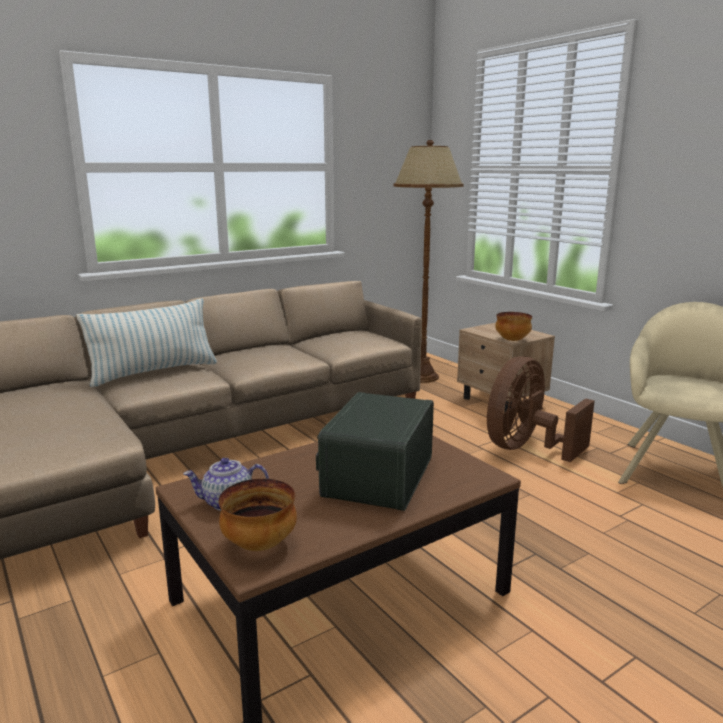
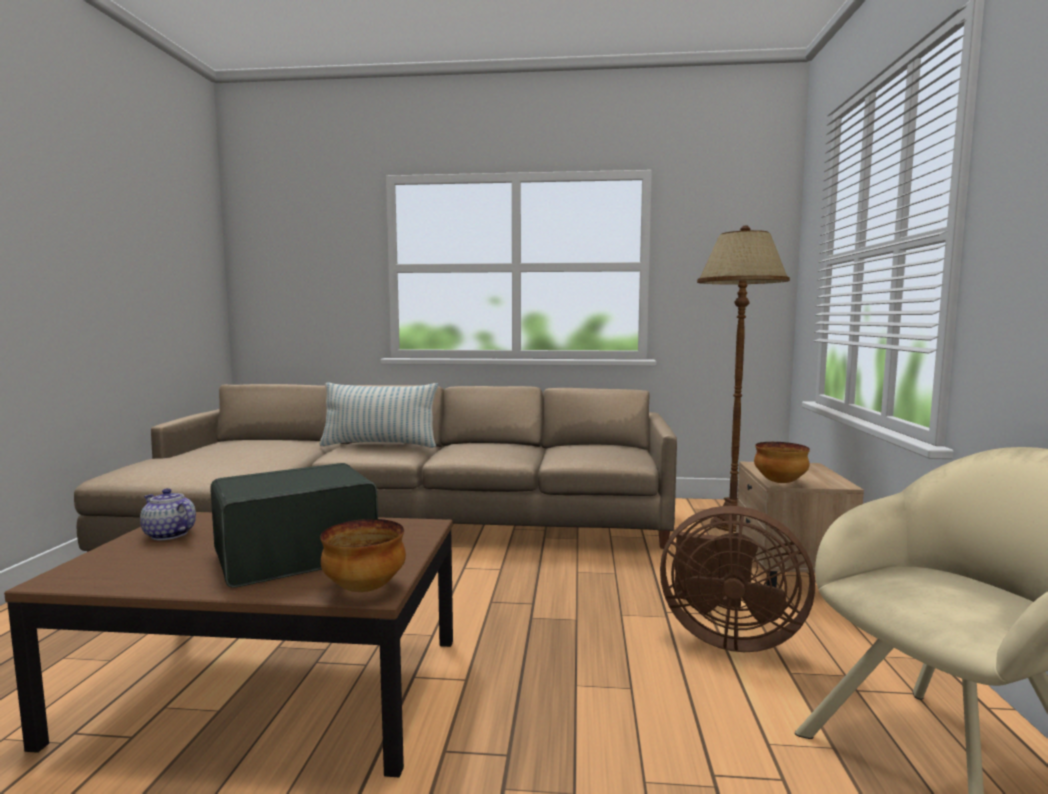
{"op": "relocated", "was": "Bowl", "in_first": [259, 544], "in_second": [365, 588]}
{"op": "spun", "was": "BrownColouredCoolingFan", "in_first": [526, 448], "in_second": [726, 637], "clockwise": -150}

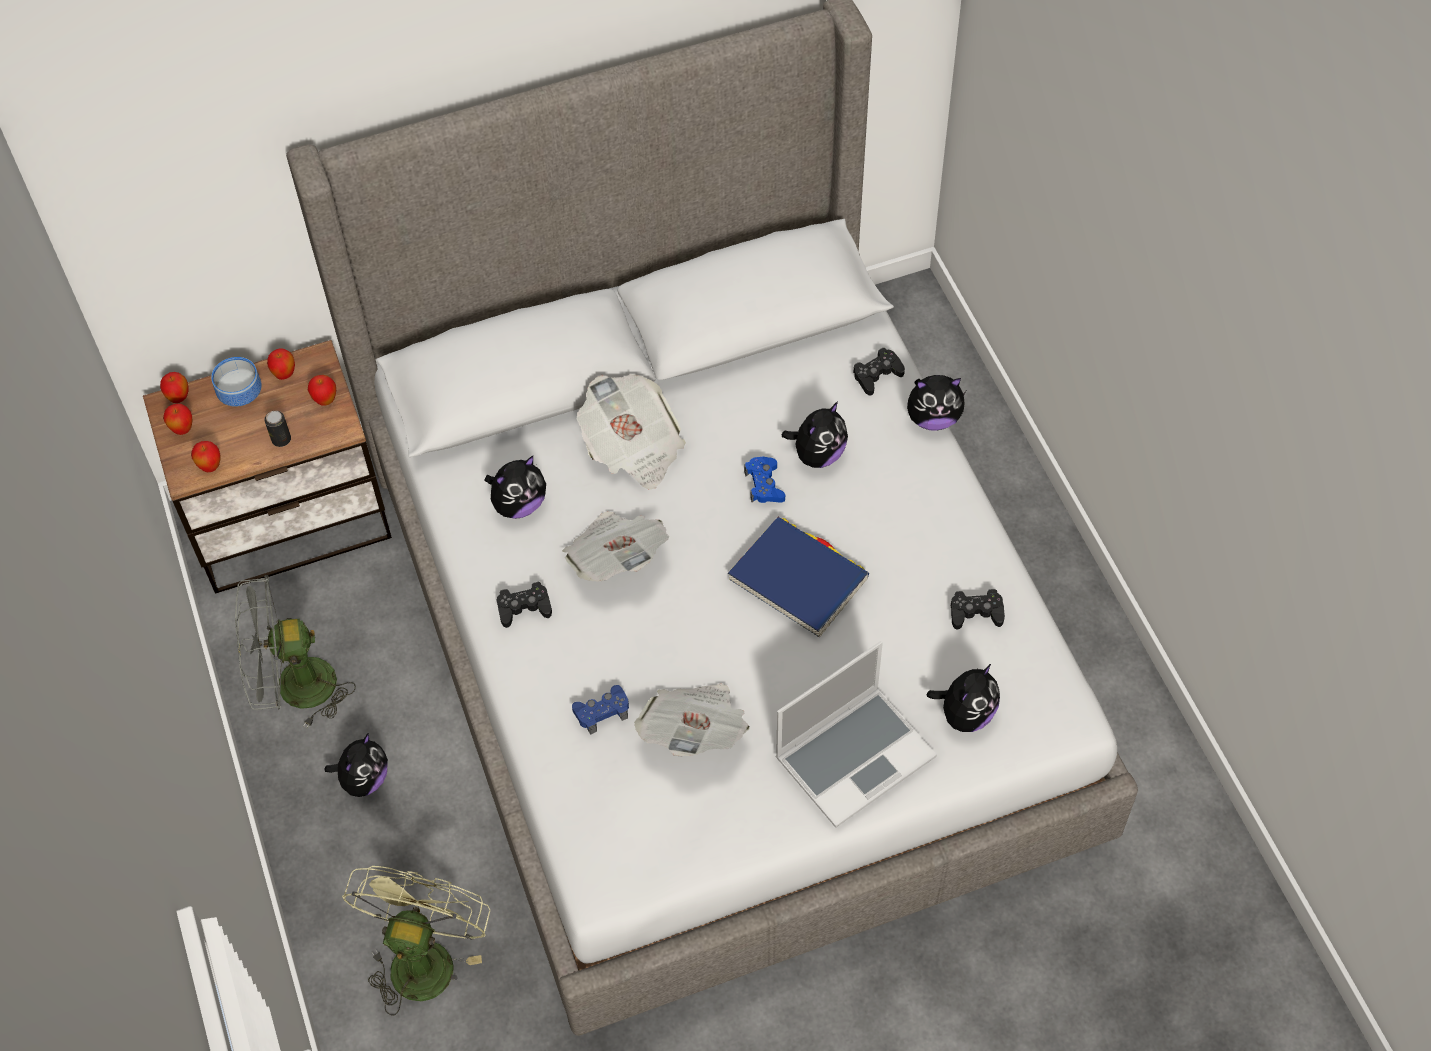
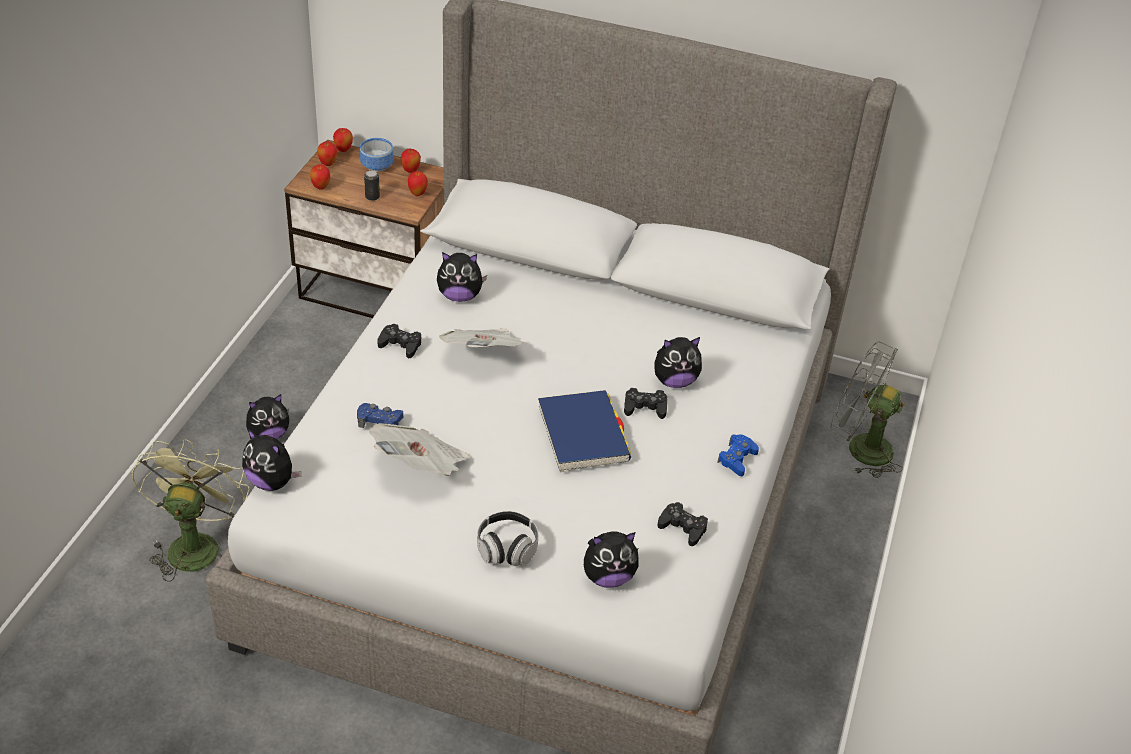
{"op": "spun", "was": "GreenColouredCoolingFan", "in_first": [424, 955], "in_second": [195, 543], "clockwise": -45}
{"op": "relocated", "was": "PlushToy", "in_first": [933, 418], "in_second": [272, 481]}
{"op": "exchanged", "was": "NotebookComputer", "now": "Headphones", "in_first": [855, 755], "in_second": [507, 548]}
{"op": "relocated", "was": "BlackGameController", "in_first": [877, 375], "in_second": [645, 407]}
{"op": "relocated", "was": "BlueColouredGameController", "in_first": [764, 485], "in_second": [737, 459]}
{"op": "relocated", "was": "GreyCoolingFan", "in_first": [293, 689], "in_second": [859, 448]}
{"op": "missing", "was": "DailyPaper", "in_first": [633, 448]}

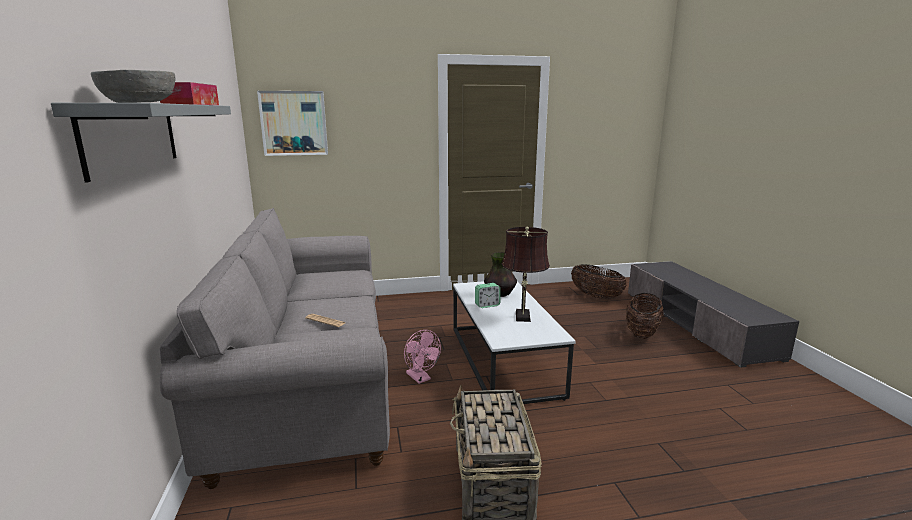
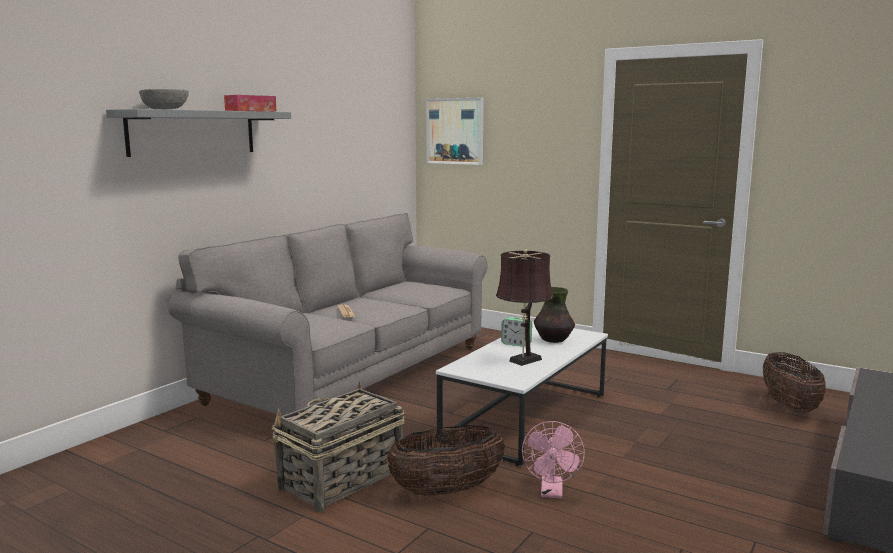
{"op": "relocated", "was": "HouseholdBasket", "in_first": [641, 333], "in_second": [446, 490]}
{"op": "relocated", "was": "PinkishCoolingFan", "in_first": [421, 378], "in_second": [552, 493]}

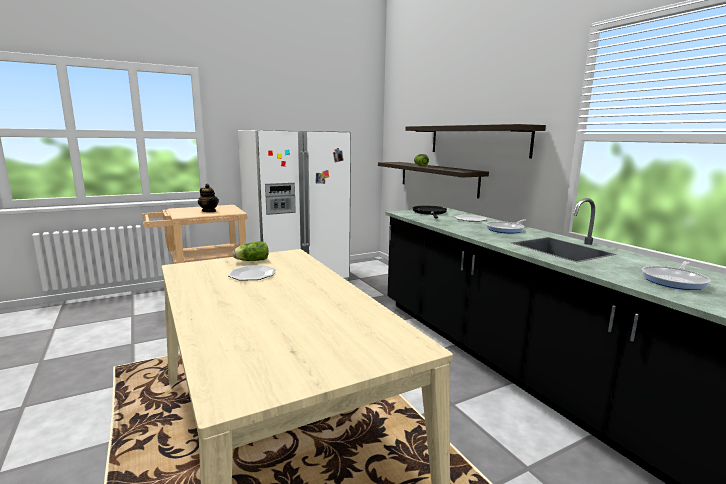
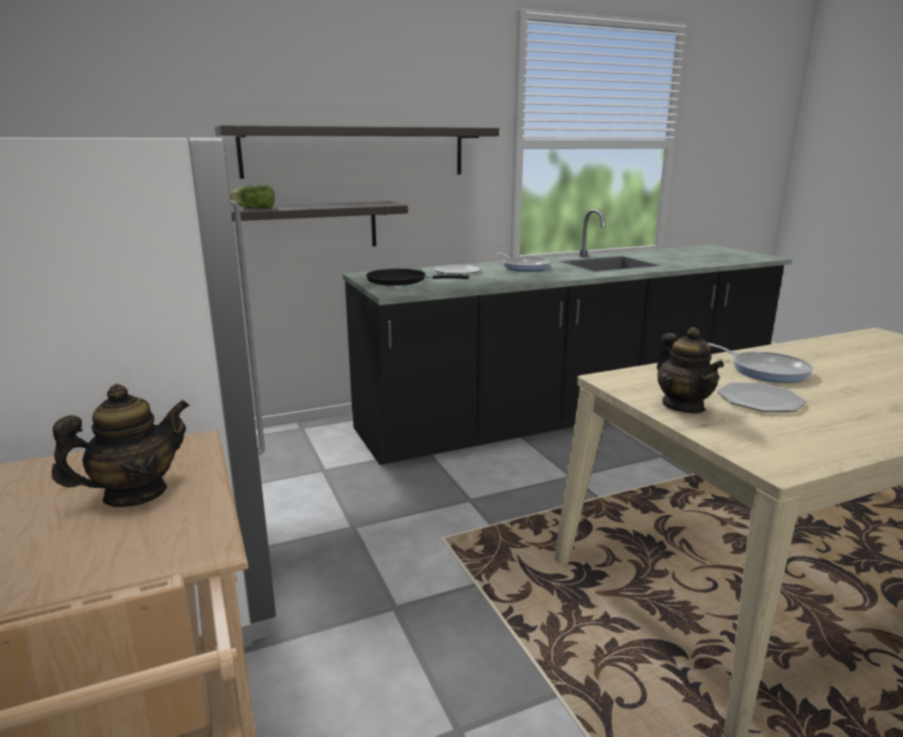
{"op": "exchanged", "was": "Lettuce", "now": "PotForTea", "in_first": [251, 261], "in_second": [683, 406]}
{"op": "relocated", "was": "Pan", "in_first": [675, 280], "in_second": [765, 370]}

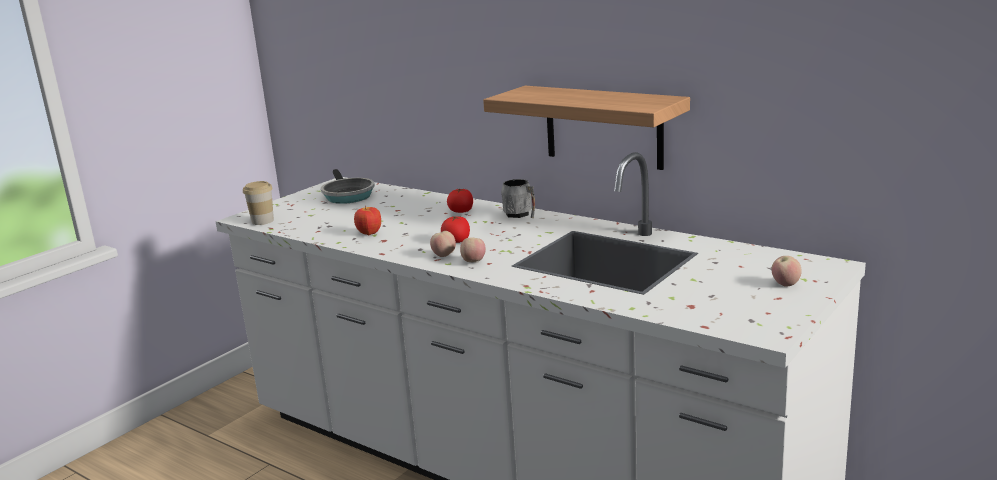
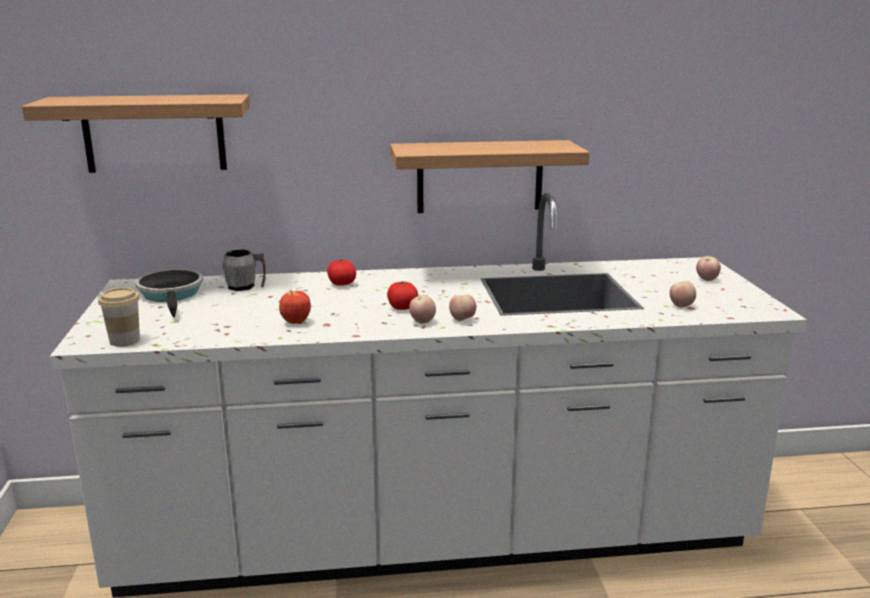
{"op": "appeared", "now": "WallShelf", "in_second": [154, 133]}
{"op": "spun", "was": "Pan", "in_first": [347, 195], "in_second": [172, 295], "clockwise": -135}
{"op": "relocated", "was": "GreyTeaMug", "in_first": [520, 215], "in_second": [246, 287]}
{"op": "appeared", "now": "AppleFruit", "in_second": [681, 306]}

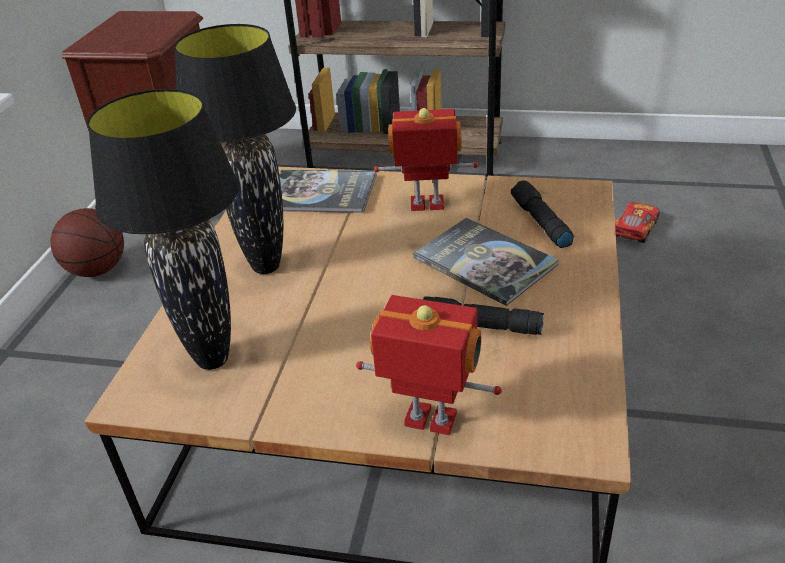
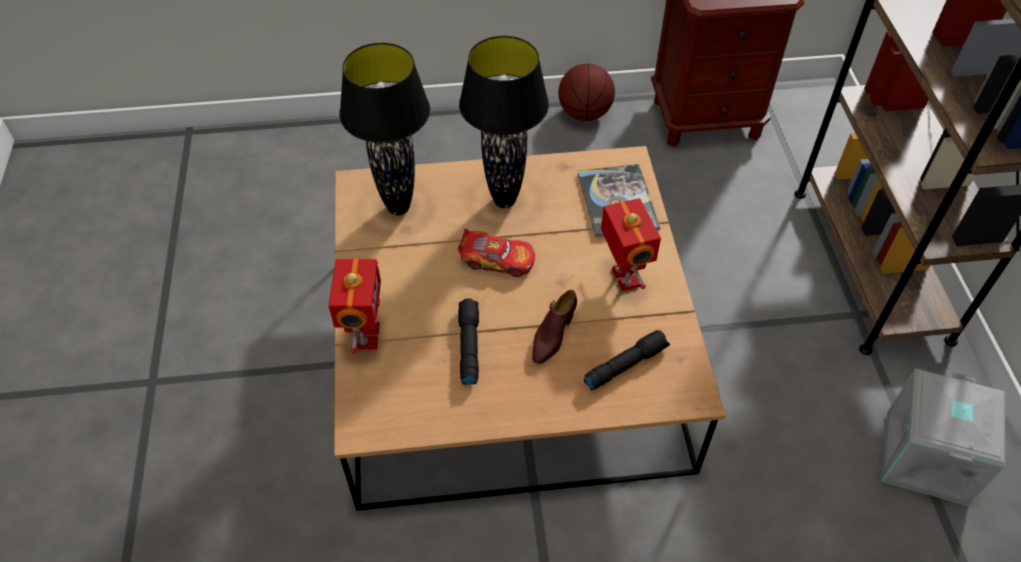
{"op": "relocated", "was": "MiniatureCar", "in_first": [635, 229], "in_second": [497, 260]}
{"op": "exchanged", "was": "Book", "now": "BrownColouredShoe", "in_first": [484, 261], "in_second": [552, 334]}
{"op": "appeared", "now": "GreyStorageBox", "in_second": [924, 455]}

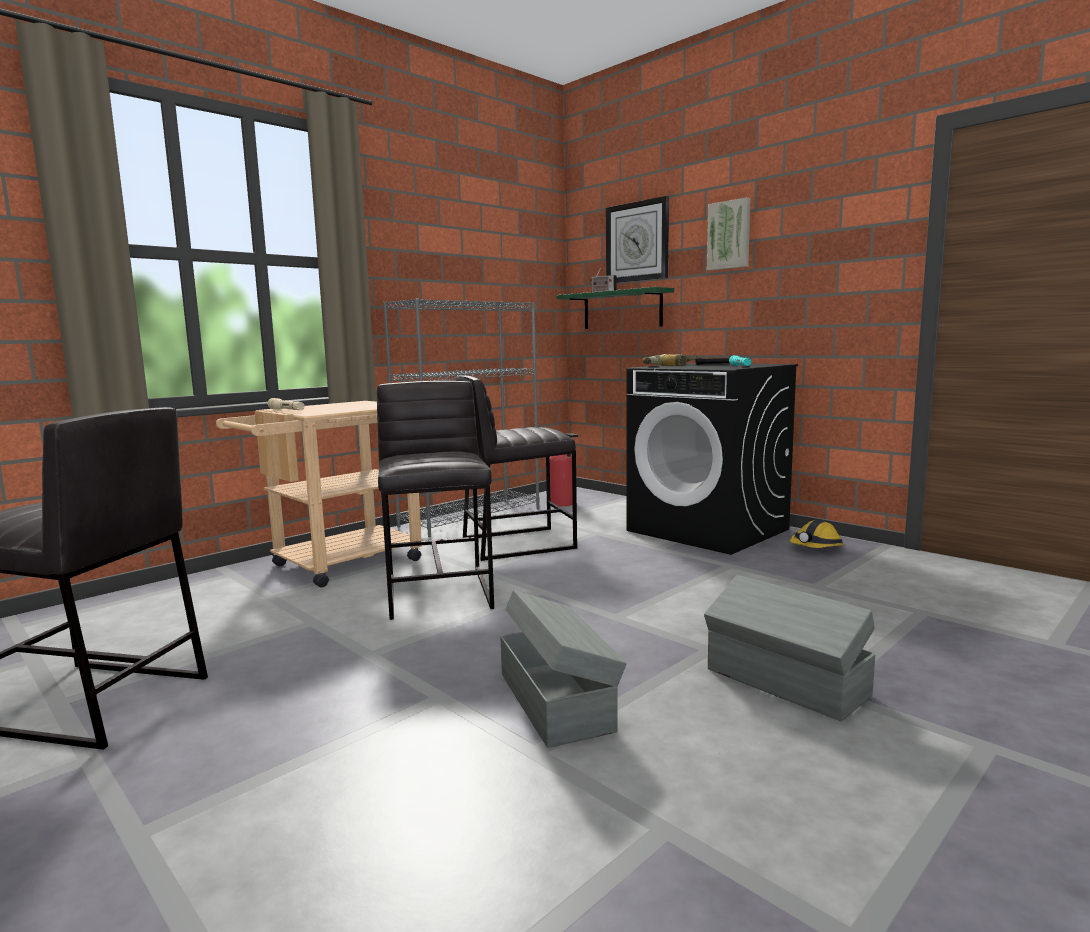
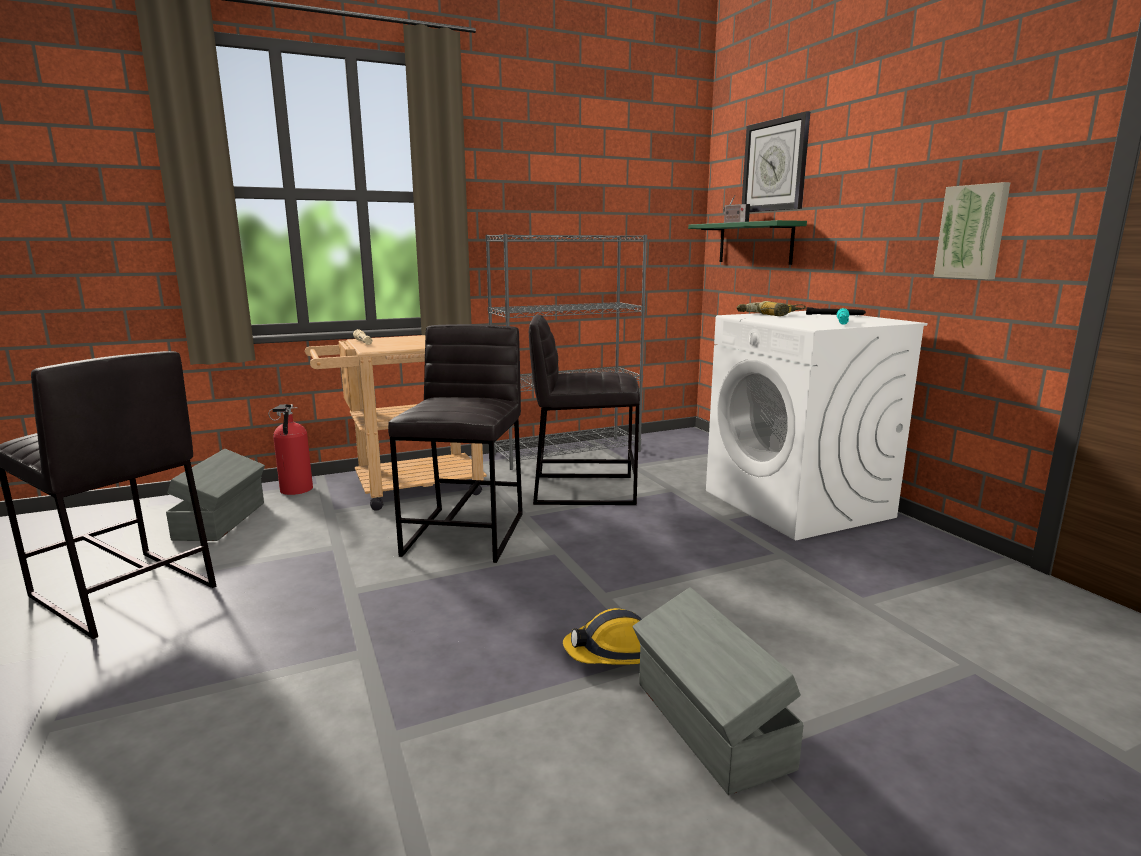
{"op": "relocated", "was": "GreyStorageBox", "in_first": [556, 700], "in_second": [223, 520]}
{"op": "relocated", "was": "FireExtinguisher", "in_first": [563, 504], "in_second": [295, 490]}
{"op": "relocated", "was": "HardHat", "in_first": [816, 548], "in_second": [611, 654]}
{"op": "colour", "was": "BlackLaundryMachine", "now": "WhiteLaundryMachine", "in_first": [708, 530], "in_second": [798, 504]}
{"op": "relocated", "was": "WallPicture", "in_first": [729, 235], "in_second": [972, 232]}

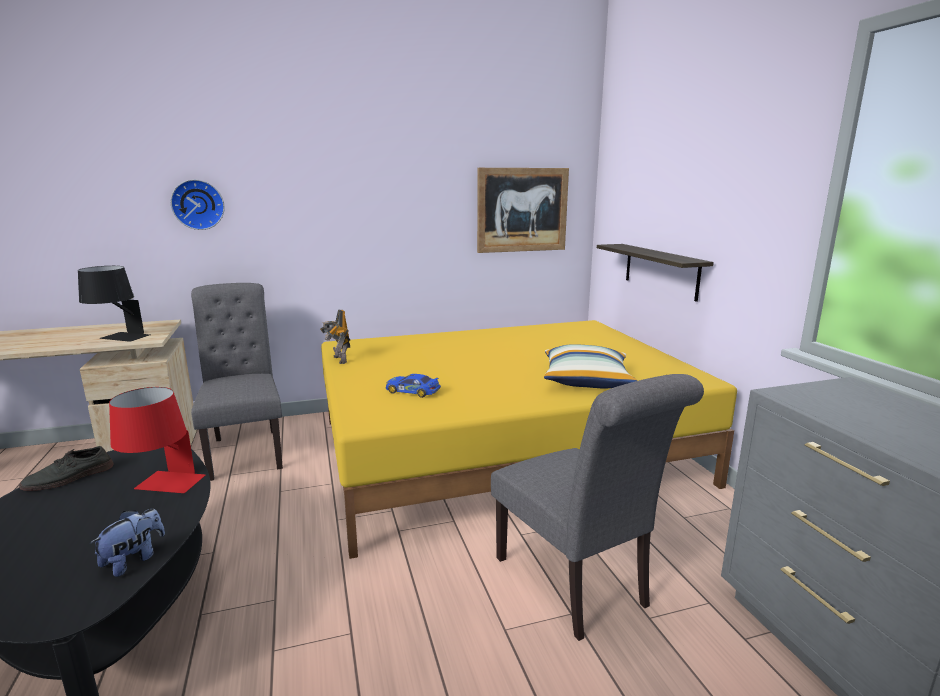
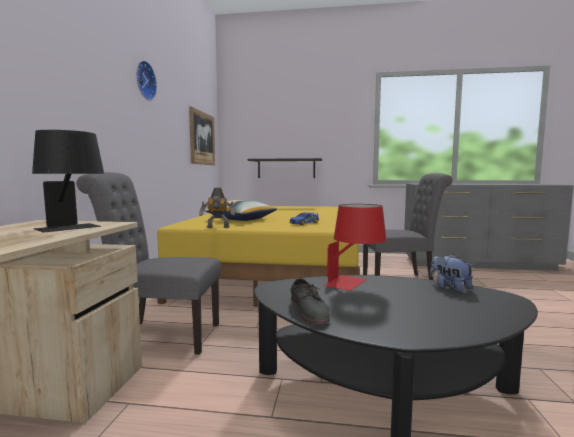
{"op": "relocated", "was": "WallClock", "in_first": [198, 204], "in_second": [143, 81]}
{"op": "relocated", "was": "ThrowPillow", "in_first": [586, 380], "in_second": [241, 219]}

